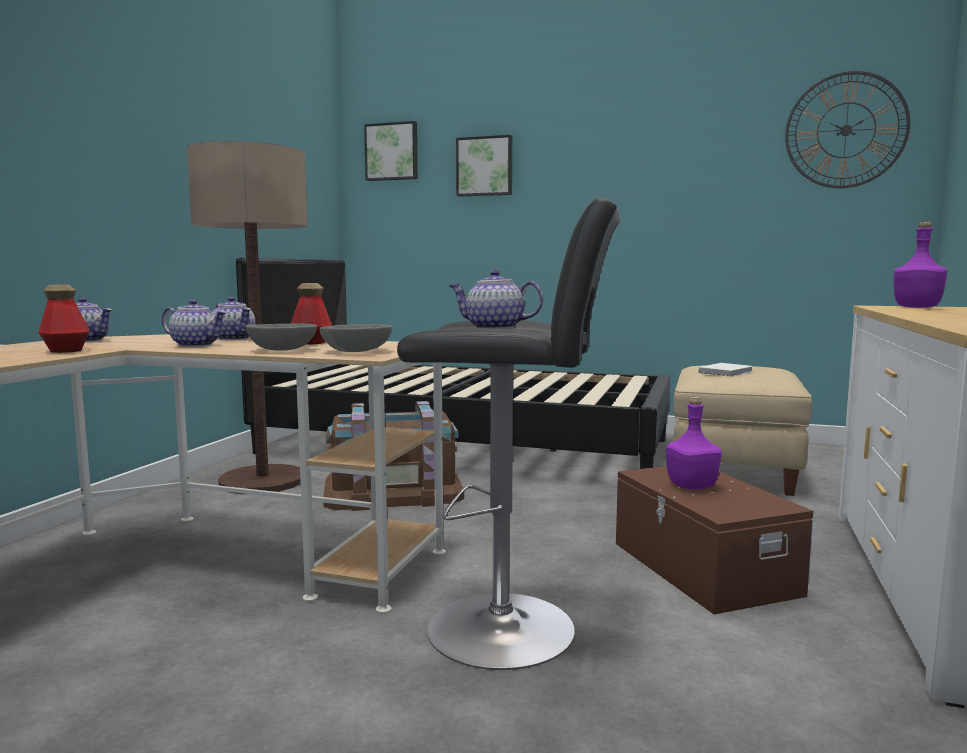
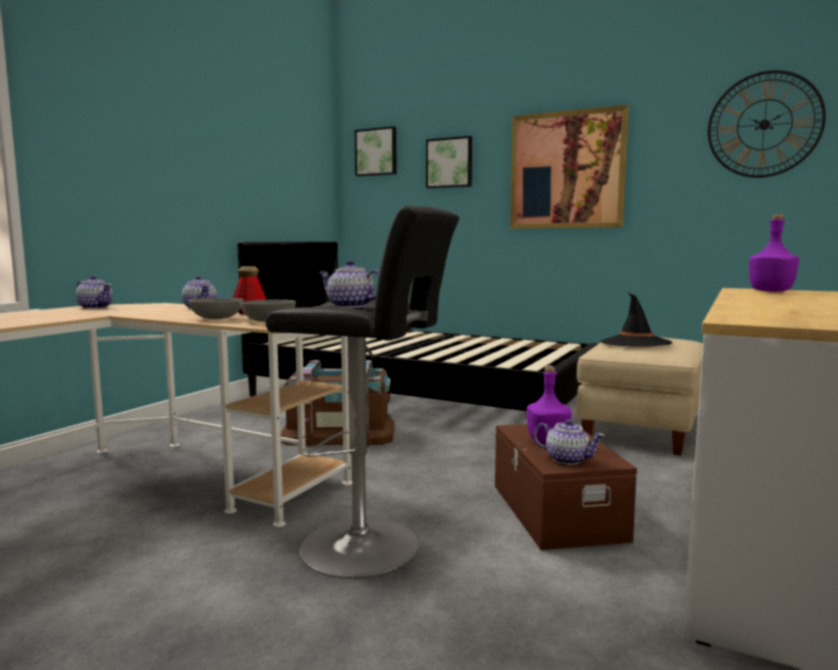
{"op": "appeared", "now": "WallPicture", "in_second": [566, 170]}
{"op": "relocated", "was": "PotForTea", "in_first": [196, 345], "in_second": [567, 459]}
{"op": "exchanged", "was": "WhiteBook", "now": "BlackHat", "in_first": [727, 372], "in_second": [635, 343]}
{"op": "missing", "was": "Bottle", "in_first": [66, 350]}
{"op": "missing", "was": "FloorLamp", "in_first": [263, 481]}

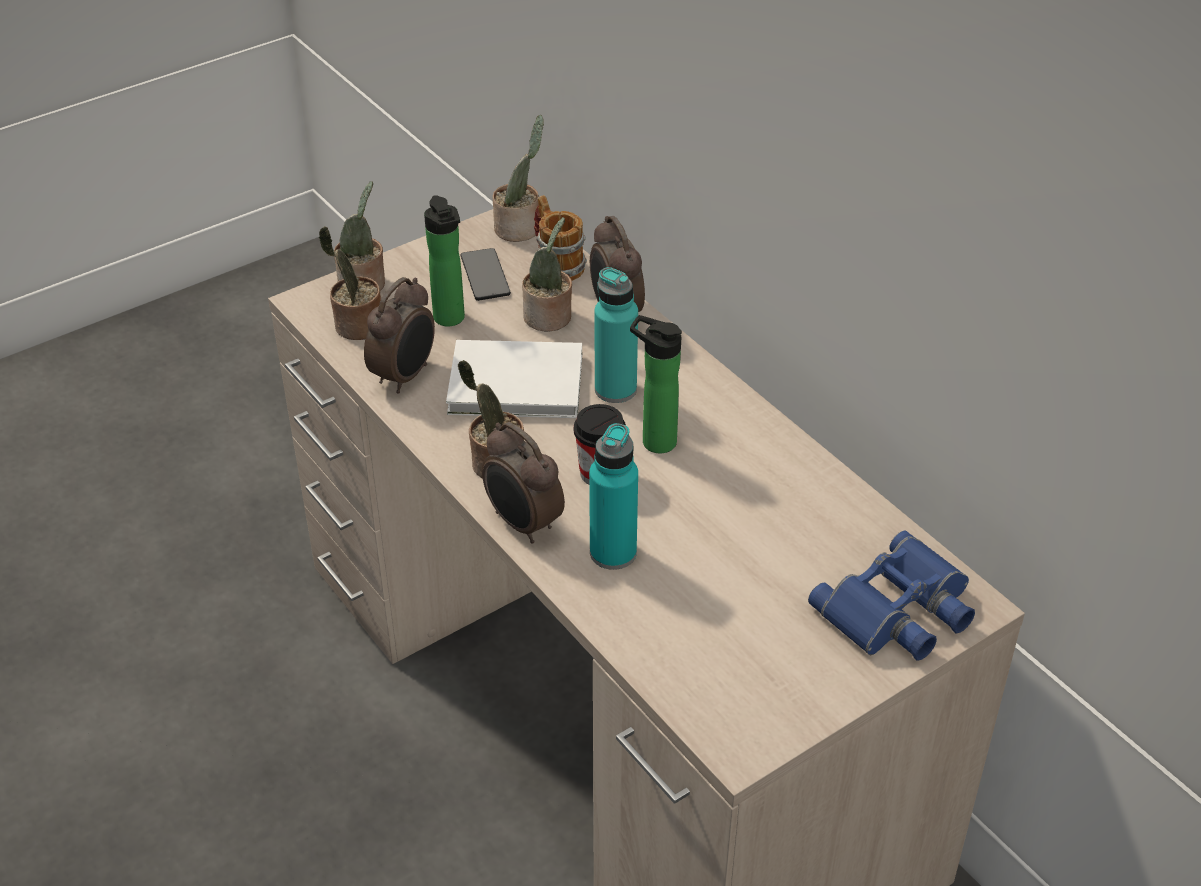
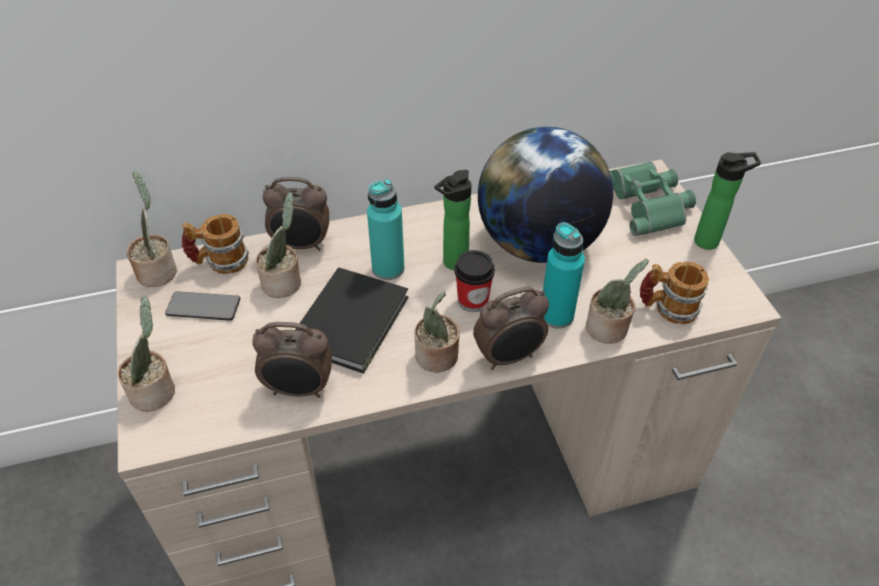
{"op": "spun", "was": "BedsideClock", "in_first": [405, 376], "in_second": [299, 390], "clockwise": 135}
{"op": "colour", "was": "WhiteBook", "now": "BlackBook", "in_first": [519, 386], "in_second": [353, 320]}
{"op": "appeared", "now": "Globe", "in_second": [538, 244]}
{"op": "relocated", "was": "PottedPlant", "in_first": [356, 327], "in_second": [608, 330]}
{"op": "colour", "was": "BlueColouredFieldGlasses", "now": "GreenColouredFieldGlasses", "in_first": [899, 611], "in_second": [648, 203]}
{"op": "appeared", "now": "TeaMug", "in_second": [667, 308]}
{"op": "relocated", "was": "Bottle", "in_first": [450, 320], "in_second": [710, 241]}

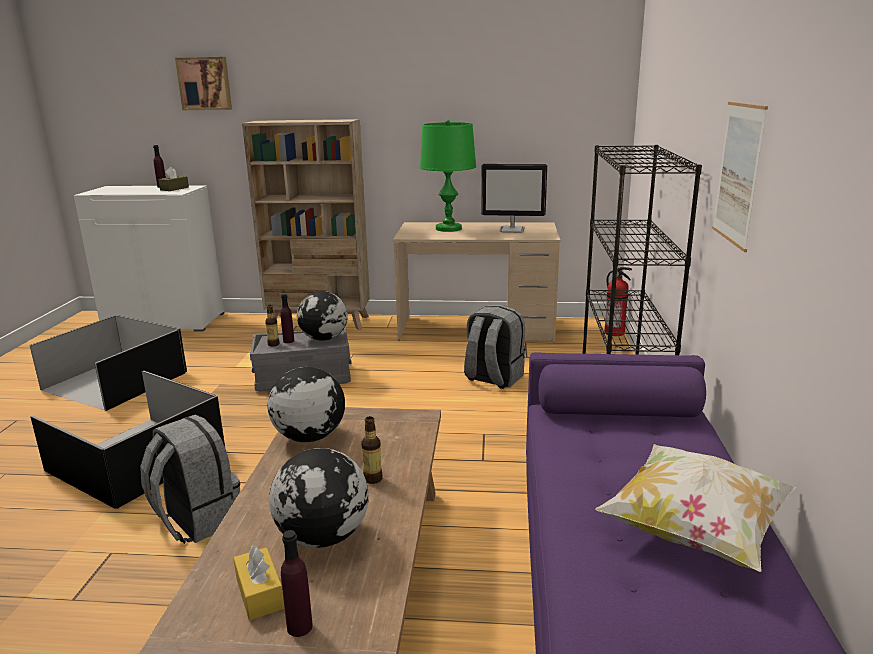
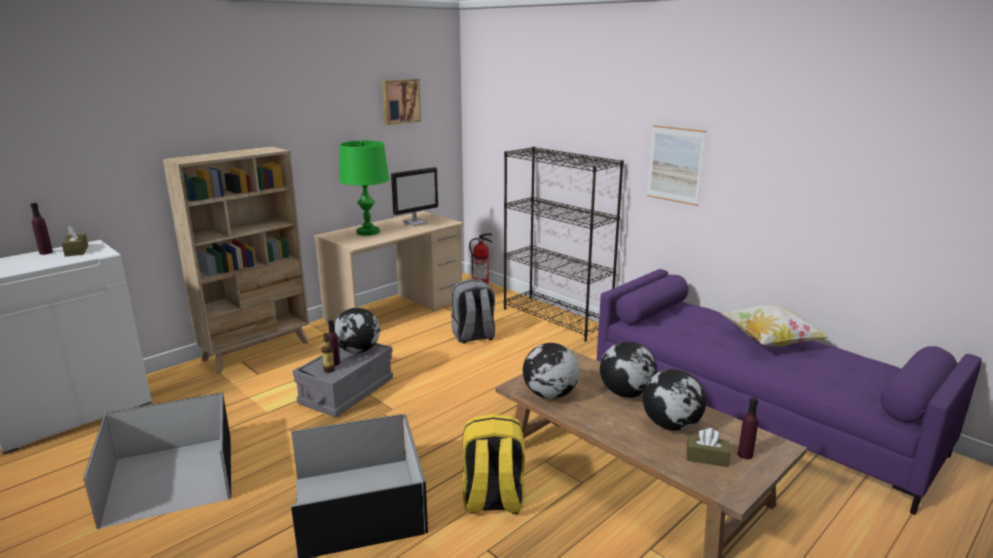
{"op": "relocated", "was": "WallPicture", "in_first": [205, 83], "in_second": [400, 101]}
{"op": "colour", "was": "GreyBackpack", "now": "YellowColouredBackpack", "in_first": [196, 520], "in_second": [492, 500]}
{"op": "exchanged", "was": "Bottle", "now": "Globe", "in_first": [373, 479], "in_second": [626, 393]}
{"op": "colour", "was": "YellowColouredTissueHolder", "now": "BrownColouredTissueHolder", "in_first": [259, 593], "in_second": [706, 457]}

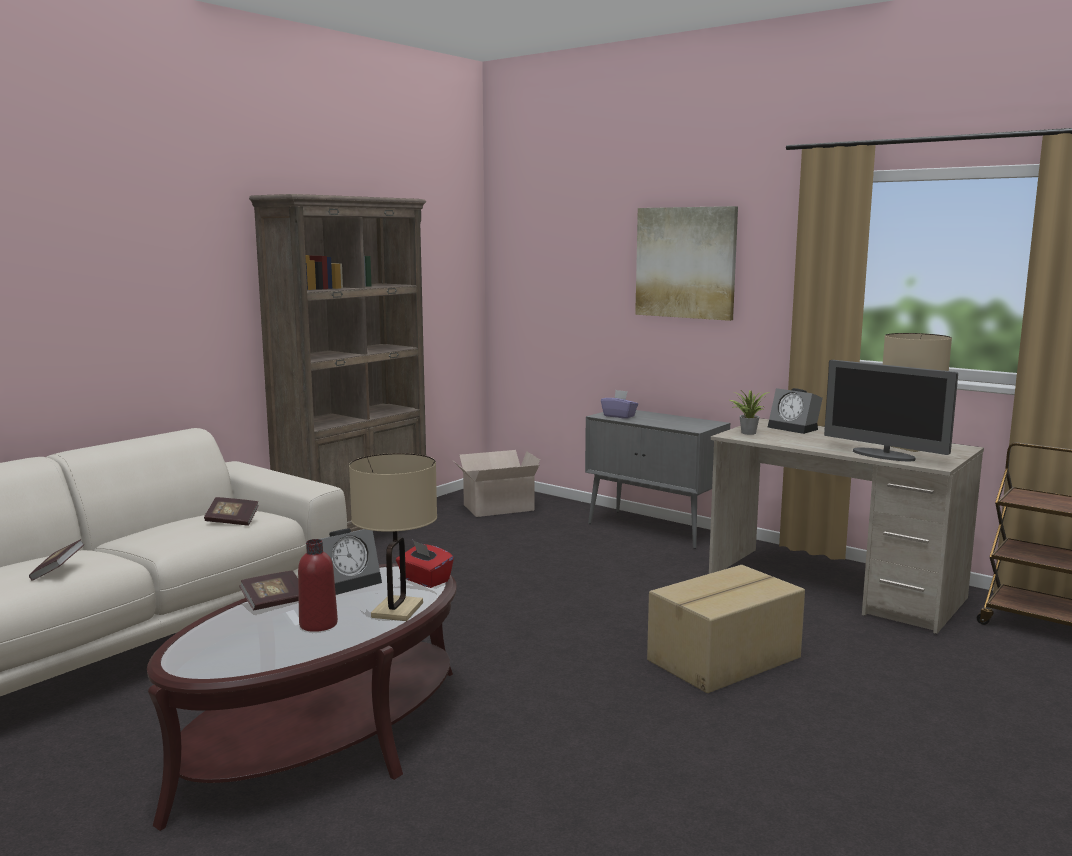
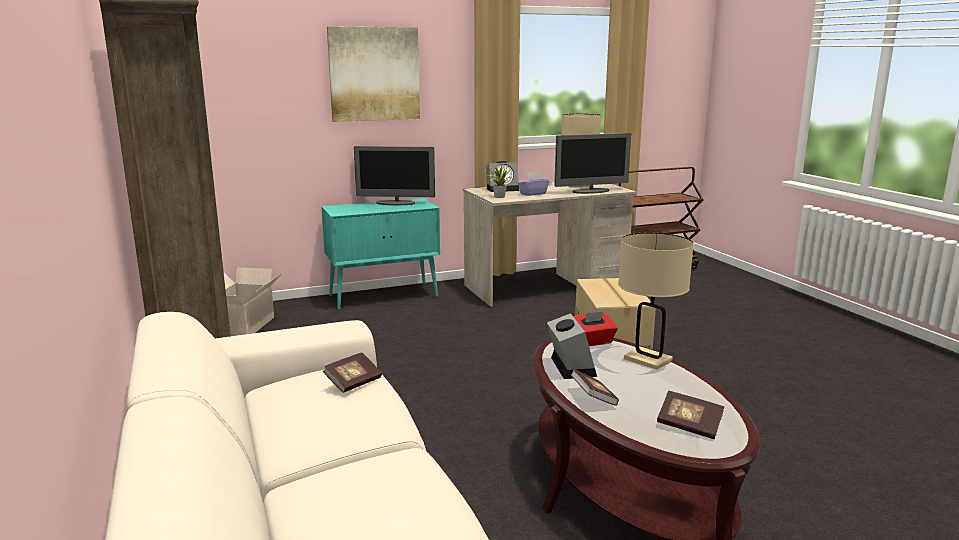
{"op": "colour", "was": "GreyCupboard", "now": "BlueGreenCupboard", "in_first": [655, 529], "in_second": [384, 296]}
{"op": "appeared", "now": "ComputerScreen", "in_second": [395, 203]}
{"op": "relocated", "was": "PurpleColouredTissueHolder", "in_first": [619, 416], "in_second": [532, 193]}
{"op": "relocated", "was": "Book", "in_first": [58, 571], "in_second": [689, 426]}
{"op": "missing", "was": "RedBottle", "in_first": [318, 624]}

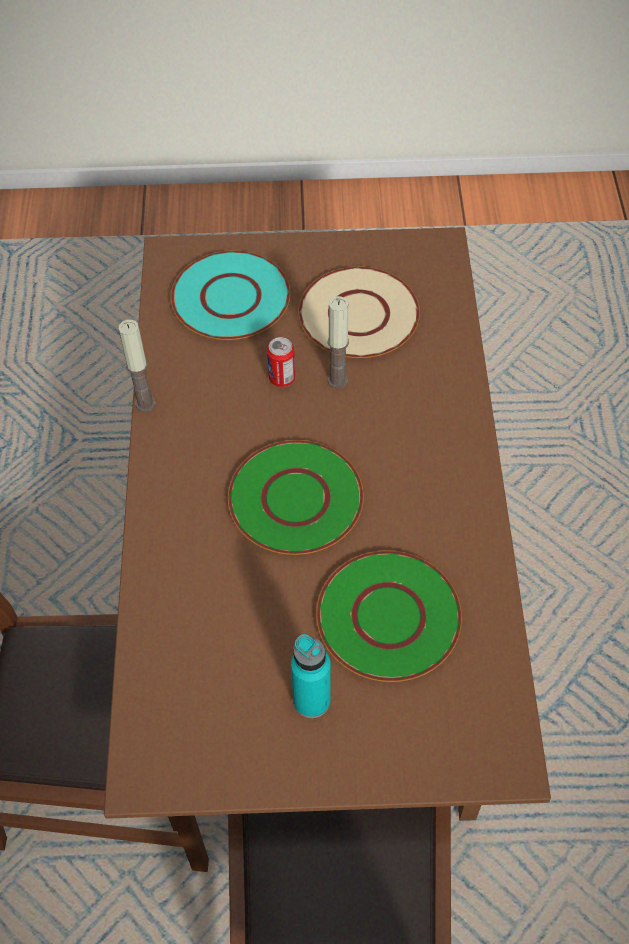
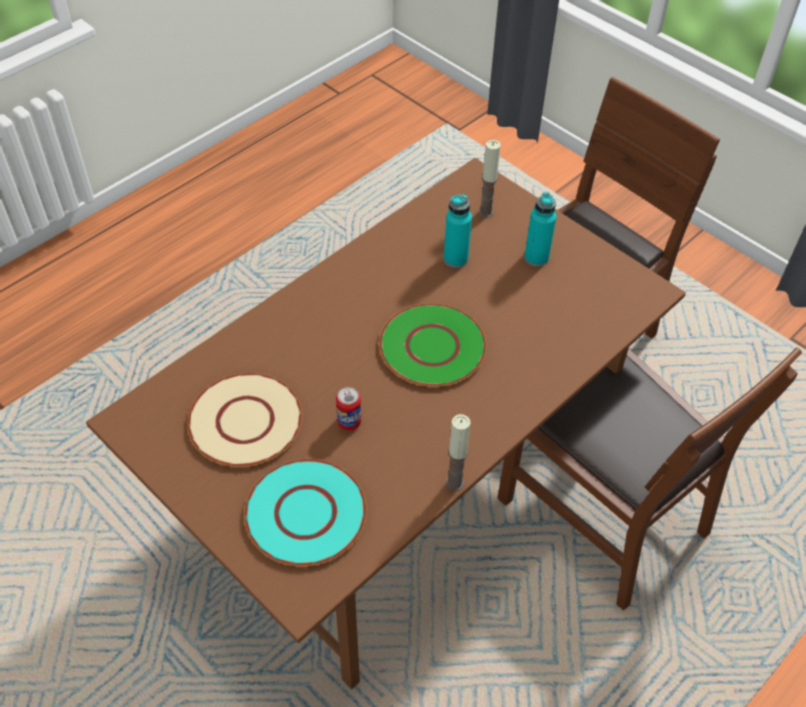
{"op": "exchanged", "was": "GreenColouredFlatDish", "now": "BlueGreenBottle", "in_first": [389, 616], "in_second": [455, 259]}
{"op": "relocated", "was": "WaxLight", "in_first": [337, 380], "in_second": [485, 212]}

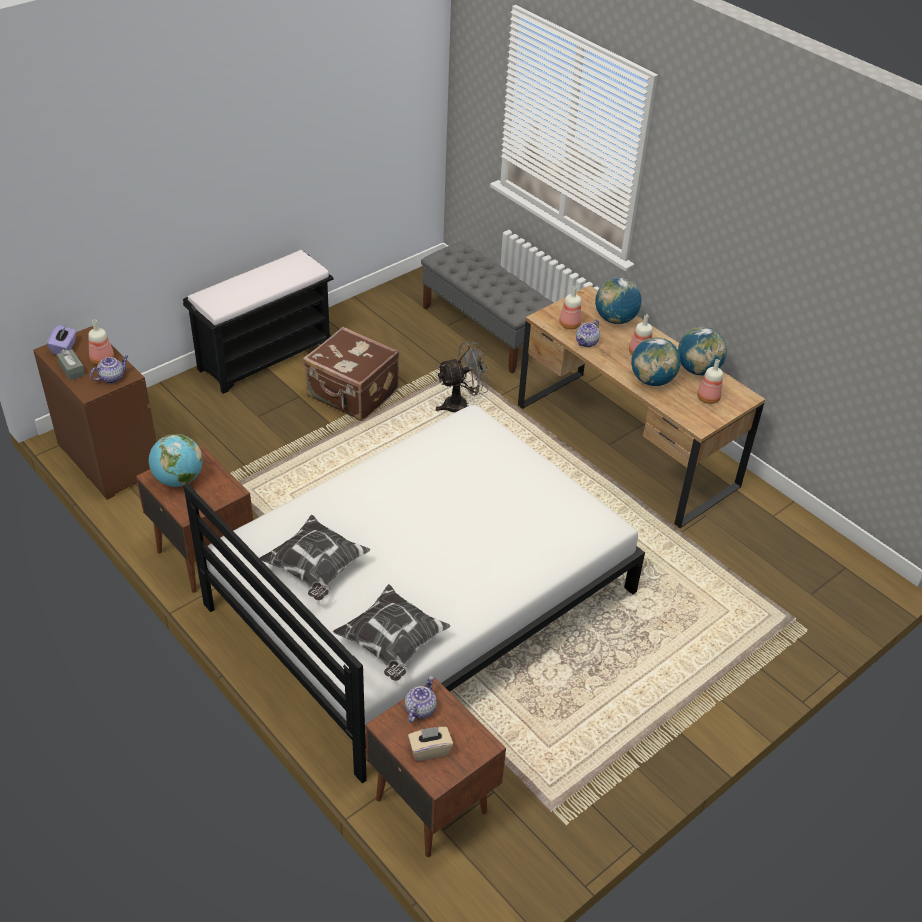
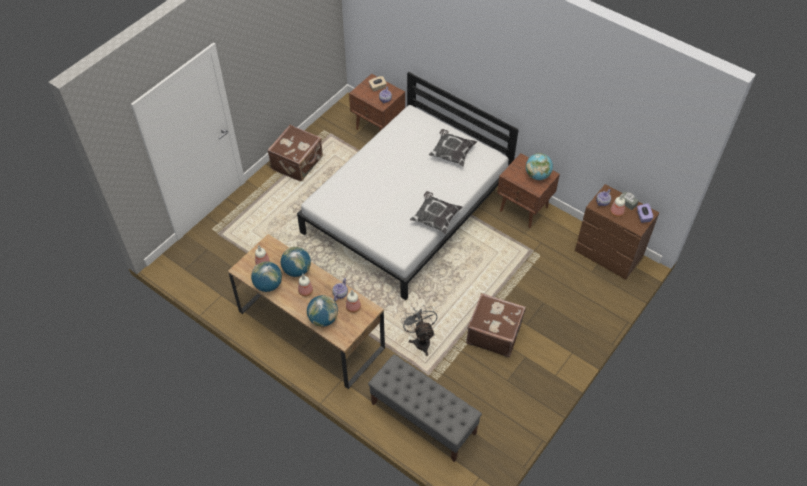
{"op": "appeared", "now": "BrownColouredSuitcase", "in_second": [298, 163]}
{"op": "spun", "was": "GreyCoolingFan", "in_first": [462, 405], "in_second": [421, 340], "clockwise": 105}
{"op": "relocated", "was": "ThrowPillow", "in_first": [392, 644], "in_second": [435, 218]}
{"op": "missing", "was": "BlackIndoorBench", "in_first": [266, 355]}

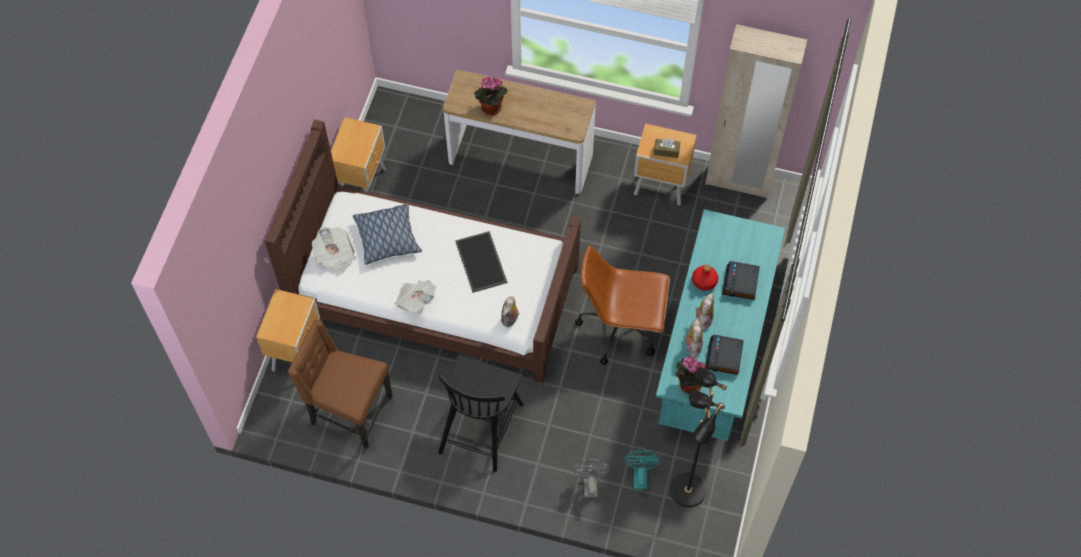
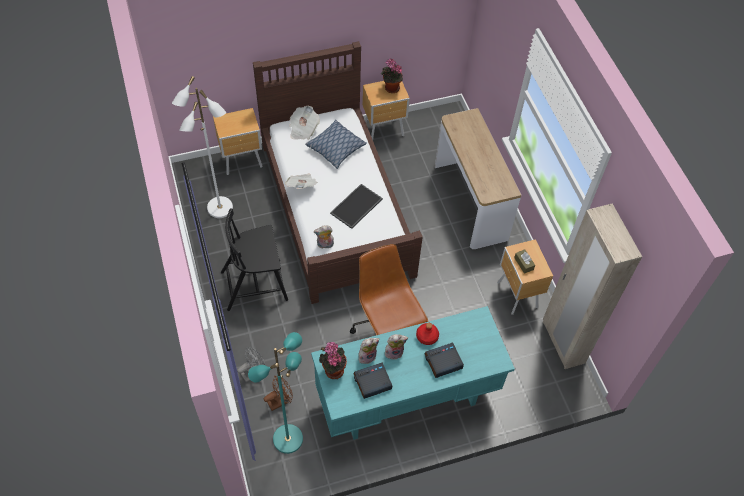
{"op": "exchanged", "was": "BrownColouredPlainChair", "now": "WhiteFloorLamp", "in_first": [349, 411], "in_second": [220, 208]}
{"op": "colour", "was": "BlackFloorLamp", "now": "BlueGreenFloorLamp", "in_first": [686, 490], "in_second": [287, 438]}
{"op": "colour", "was": "BlueGreenCoolingFan", "now": "BrownColouredCoolingFan", "in_first": [640, 475], "in_second": [280, 401]}
{"op": "relocated", "was": "PottedPlant", "in_first": [490, 109], "in_second": [390, 88]}

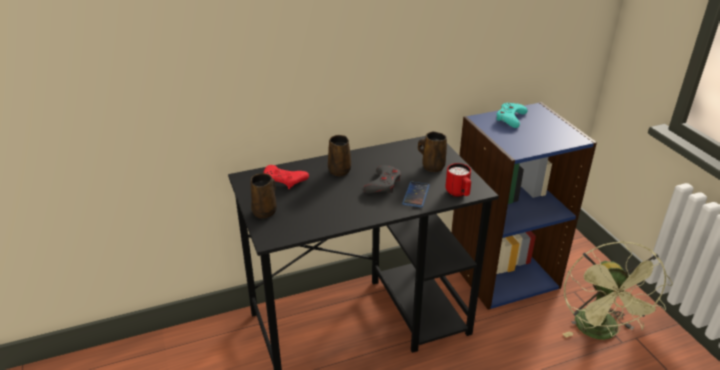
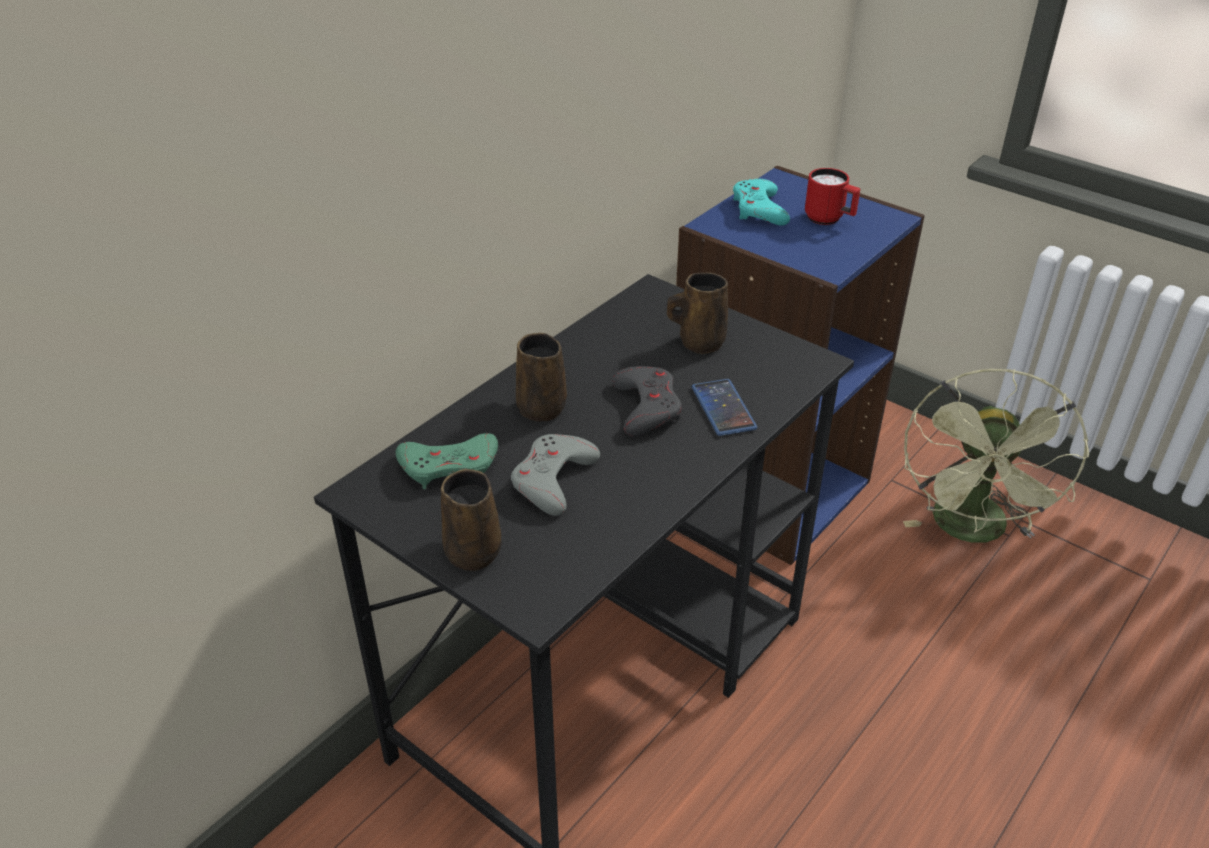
{"op": "colour", "was": "RedGameController", "now": "GreenColouredGameController", "in_first": [284, 180], "in_second": [449, 467]}
{"op": "appeared", "now": "GreyGameController", "in_second": [553, 479]}
{"op": "relocated", "was": "RedTeaMug", "in_first": [458, 194], "in_second": [829, 220]}
{"op": "spun", "was": "GreenColouredCoolingFan", "in_first": [601, 332], "in_second": [972, 531], "clockwise": 45}

